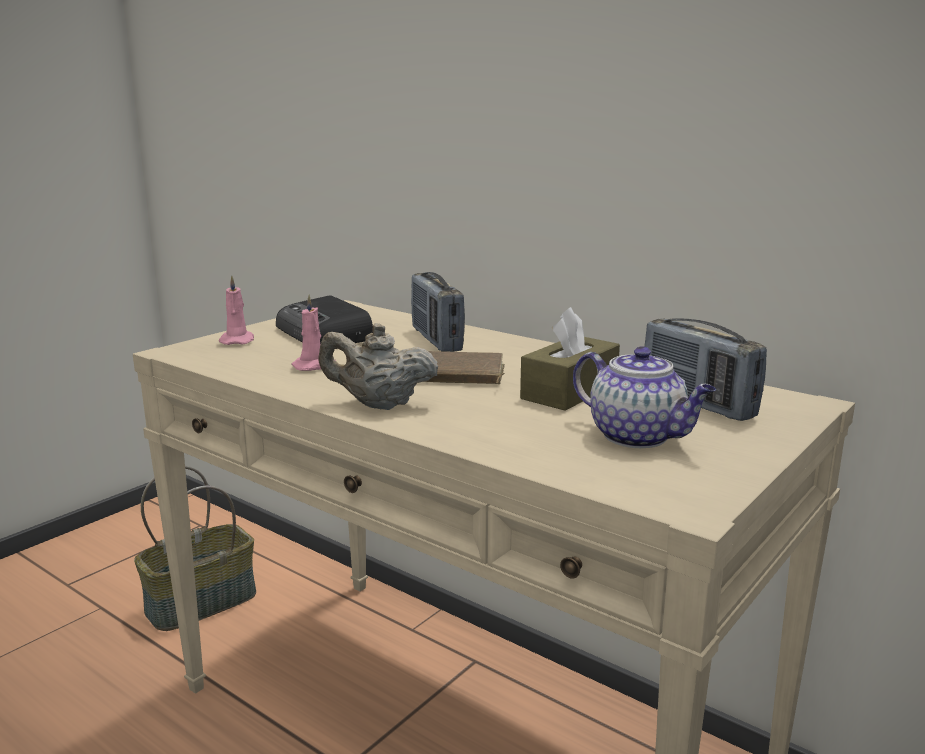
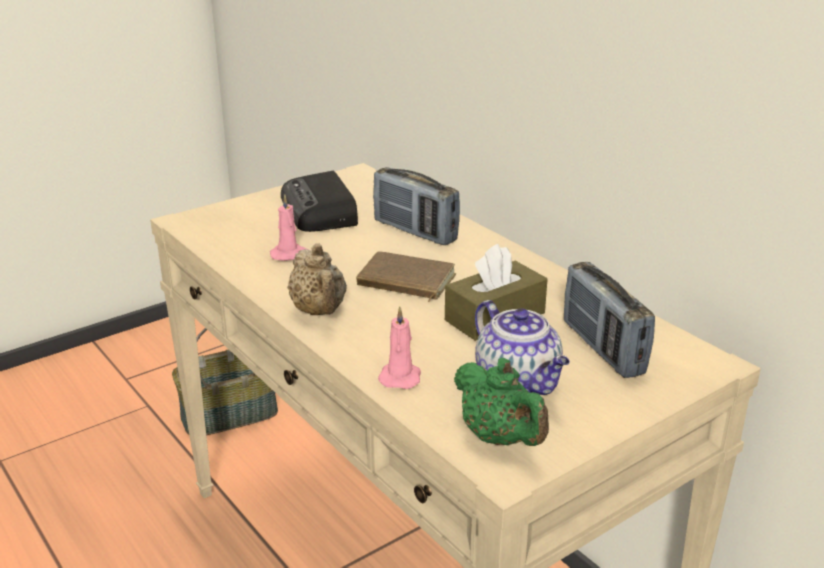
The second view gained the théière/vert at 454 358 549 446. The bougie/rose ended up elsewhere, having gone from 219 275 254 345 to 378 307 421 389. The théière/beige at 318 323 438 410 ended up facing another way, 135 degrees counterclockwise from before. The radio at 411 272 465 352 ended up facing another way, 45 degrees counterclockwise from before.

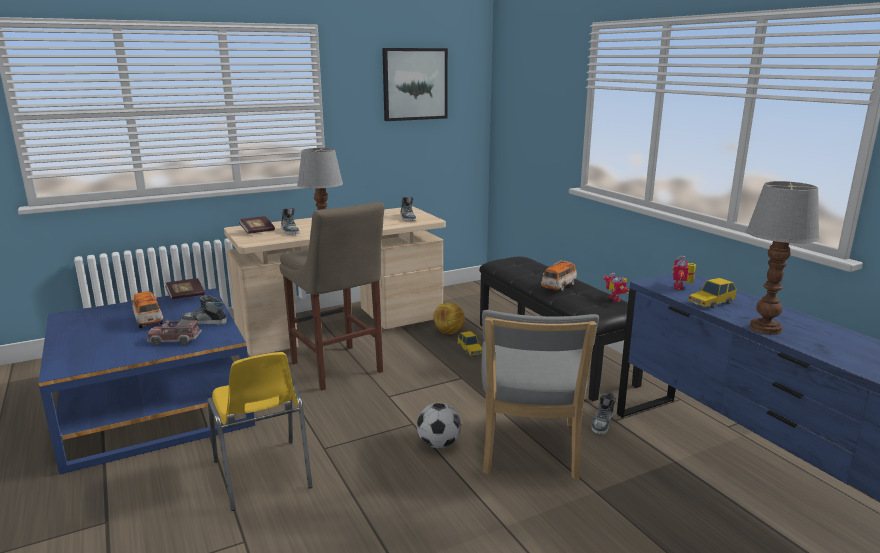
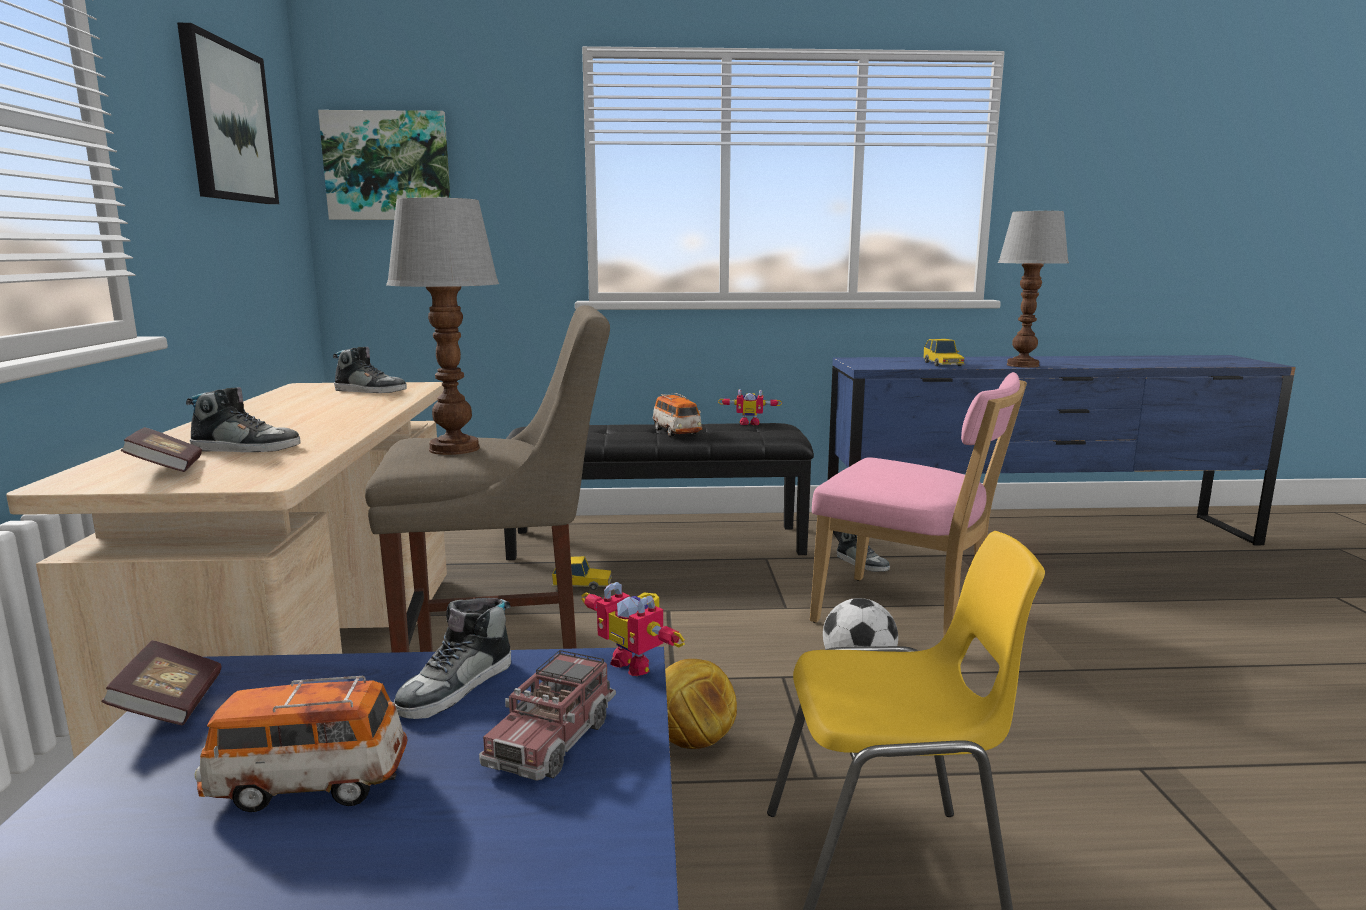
The second view gained the tableau at 318 110 450 220. The ballon de foot ended up elsewhere, having gone from 434 303 465 334 to 665 659 737 749. The robot jouet ended up elsewhere, having gone from 673 256 696 290 to 581 582 685 676. What was the chaise/gris at 482 310 599 480 turned into the chaise/rose at 810 372 1027 637.

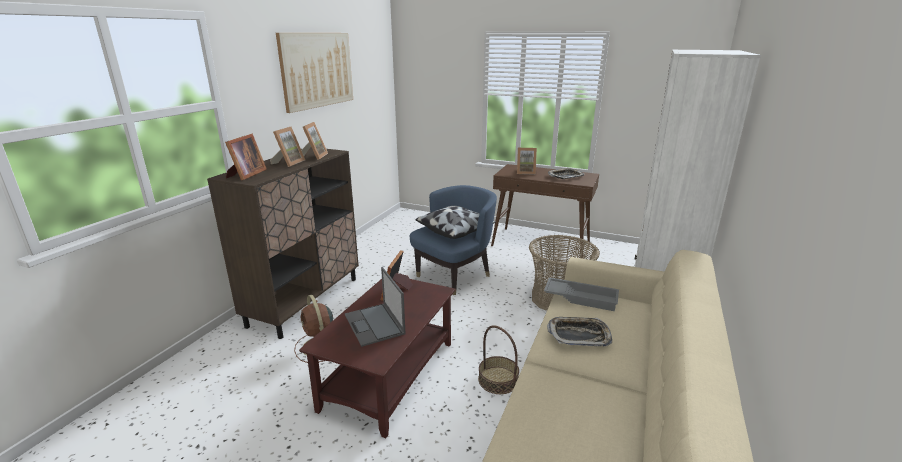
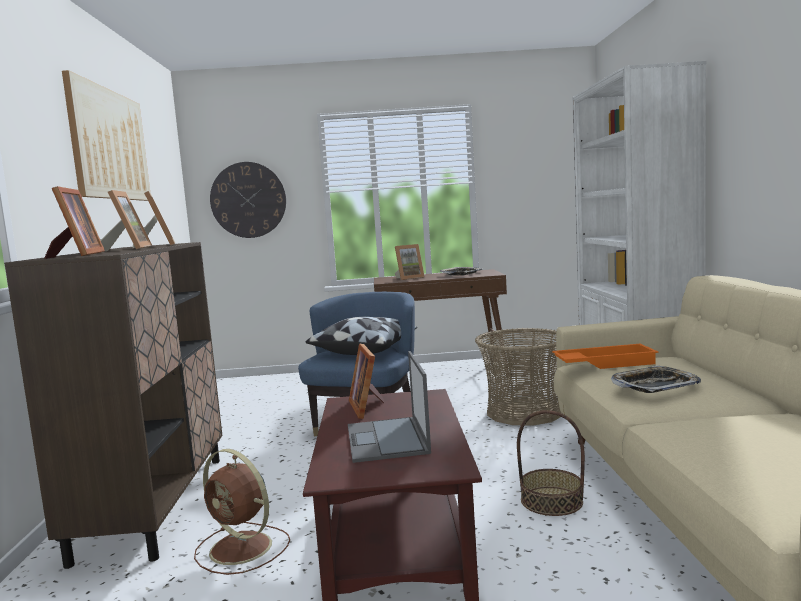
The second view gained the horloge murale at 210 162 286 238. What was the plateau/gris at 544 277 619 311 turned into the plateau/orange at 552 344 658 369. The ordinateur portable at 345 267 406 347 ended up facing another way, 45 degrees clockwise from before.

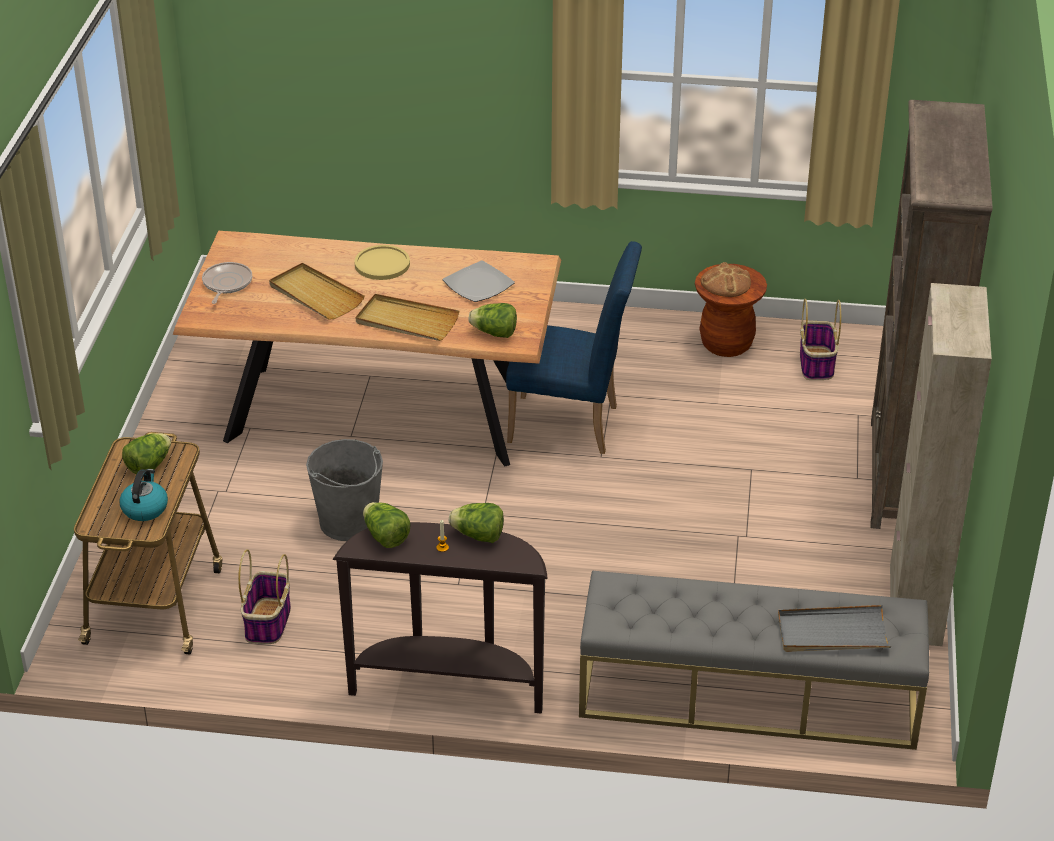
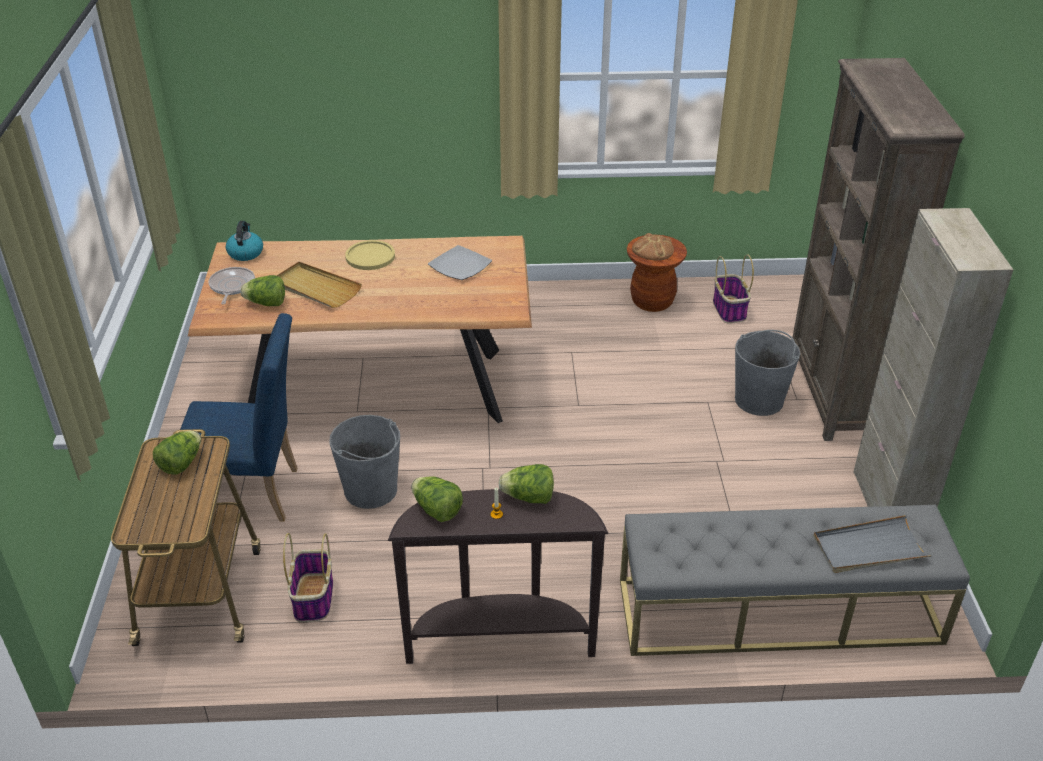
The second view lost the plateau/beige at 356 294 459 341. The second view gained the seau/gris at 735 330 800 416. The bouilloire ended up elsewhere, having gone from 119 469 168 521 to 226 221 263 261. The laitue ended up elsewhere, having gone from 469 303 517 338 to 240 275 285 306. The chaise/bleu ended up elsewhere, having gone from 506 241 642 454 to 179 313 297 522.

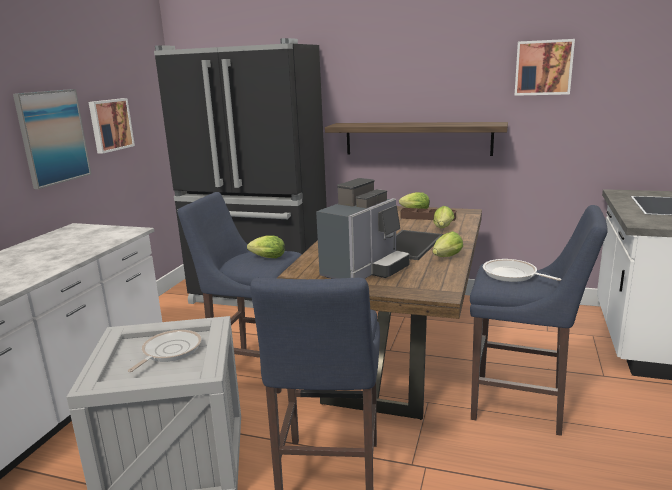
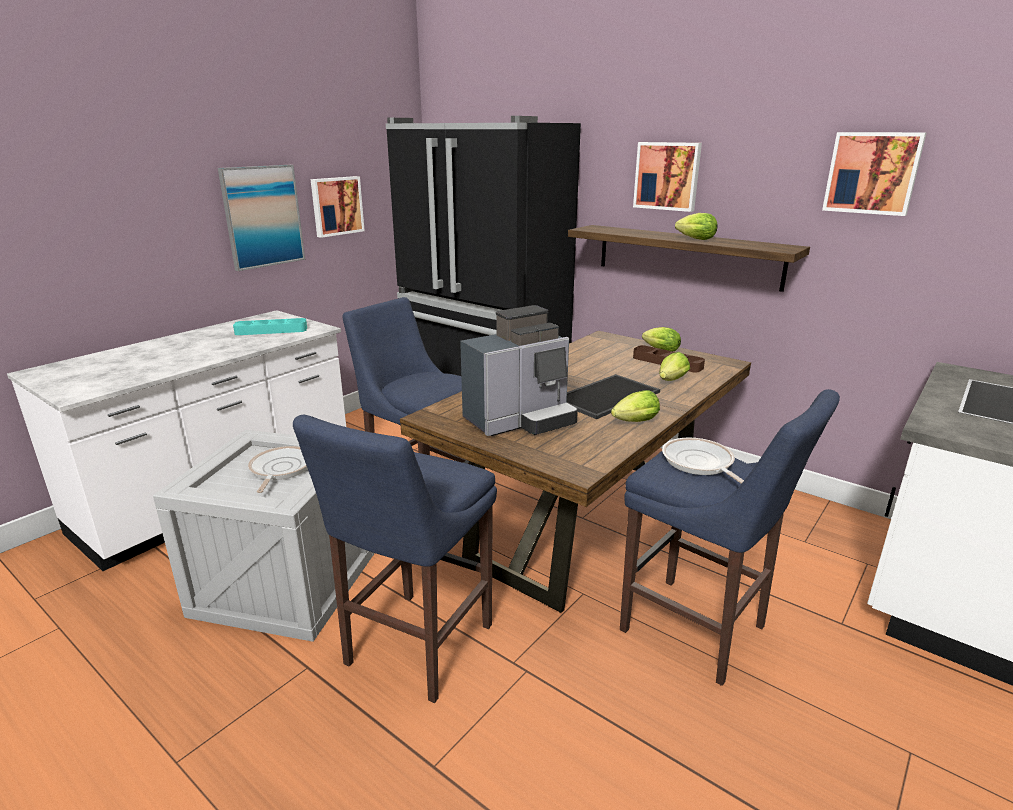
The second view gained the plateau/turquoise at 233 318 307 335. The second view gained the tableau at 633 142 702 212. The laitue ended up elsewhere, having gone from 247 235 285 258 to 675 213 718 240. The poêle at 128 330 201 372 ended up facing another way, 45 degrees counterclockwise from before.

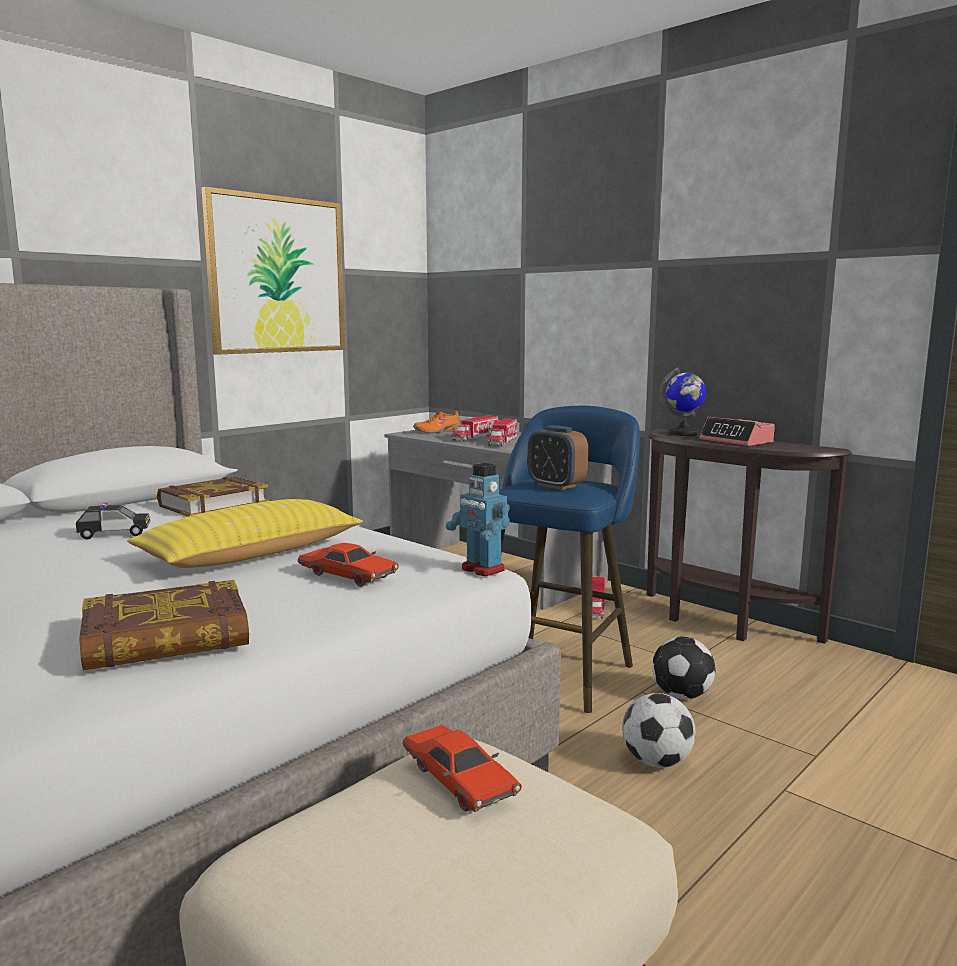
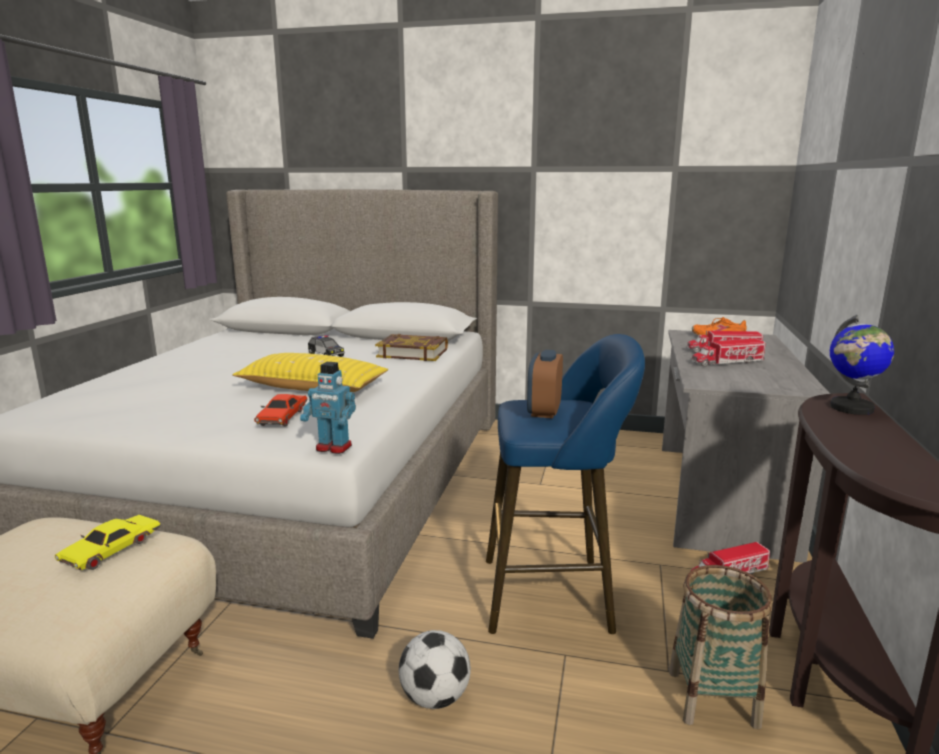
The second view lost the livre at 79 580 249 671. The second view lost the tableau at 201 187 345 355. The second view lost the ballon de foot at 652 636 715 699. The second view lost the réveil at 700 417 775 446. The second view gained the panier at 669 565 772 729. What was the petite voiture/rouge at 402 725 522 812 turned into the petite voiture/jaune at 55 515 161 570. The robot jouet at 446 463 510 576 ended up facing another way, 90 degrees counterclockwise from before.

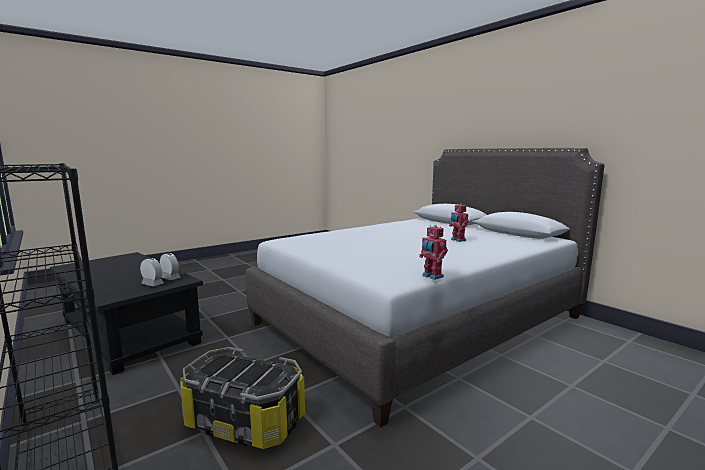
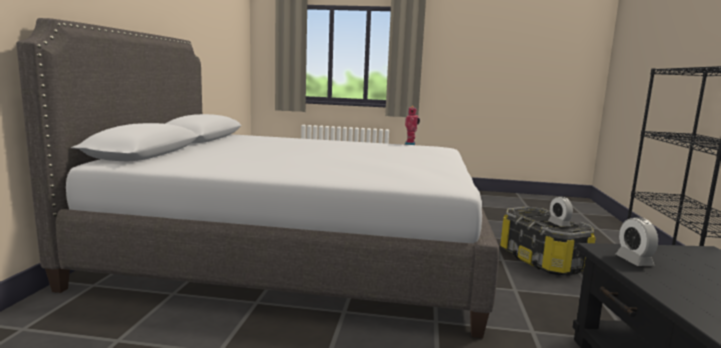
The second view lost the robot jouet at 449 203 469 242. The réveil ended up elsewhere, having gone from 140 258 164 286 to 548 196 573 227.

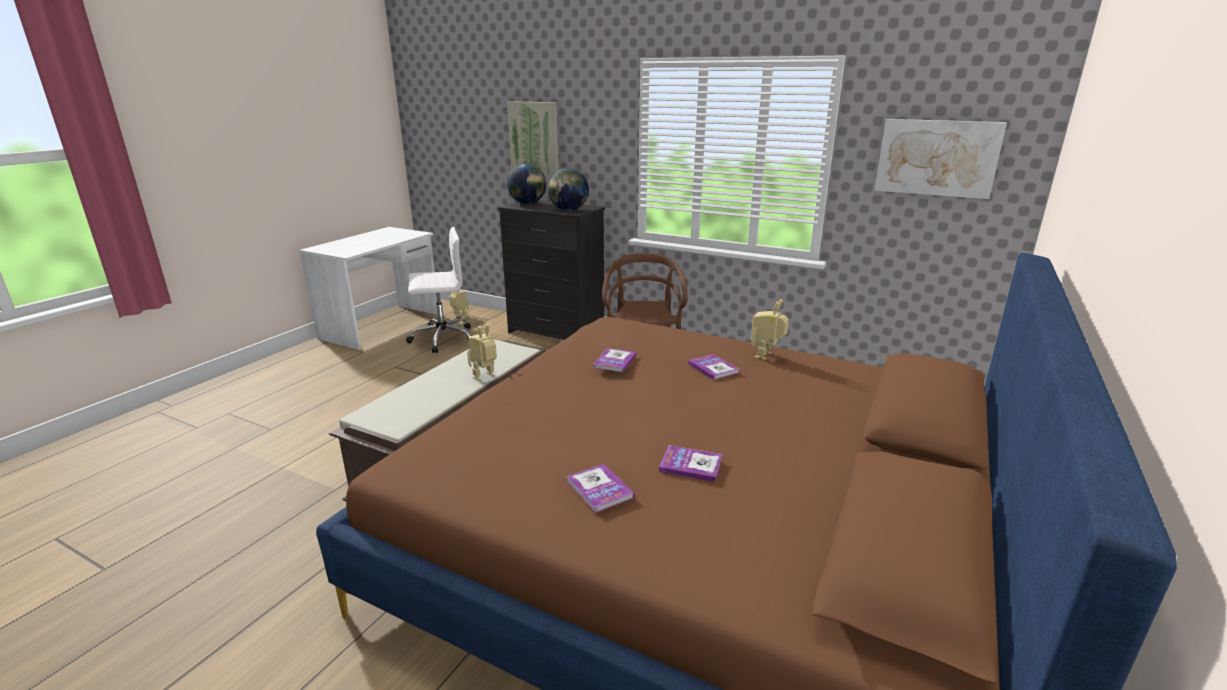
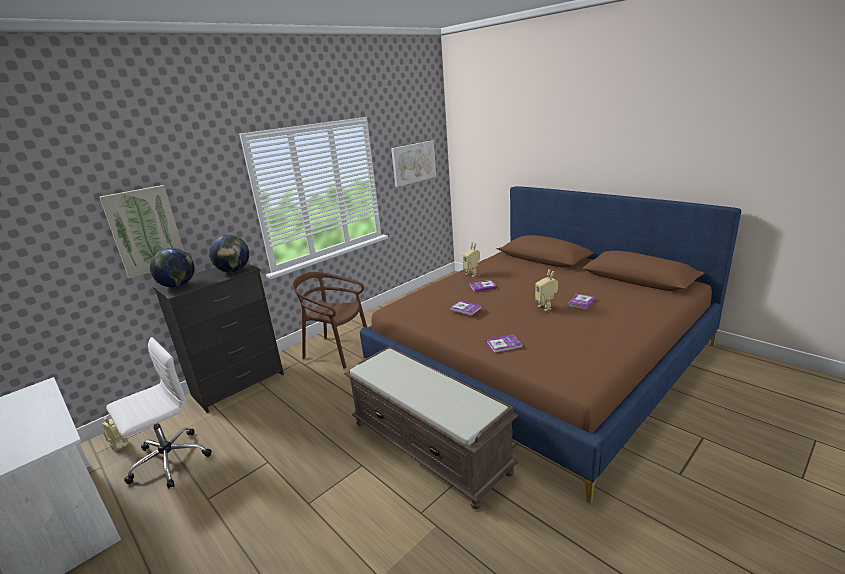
The robot jouet ended up elsewhere, having gone from 467 324 497 381 to 535 269 558 311. The livre ended up elsewhere, having gone from 567 464 635 513 to 486 334 523 353. The chaise de bureau/blanc at 406 227 471 353 ended up facing another way, 45 degrees clockwise from before.

